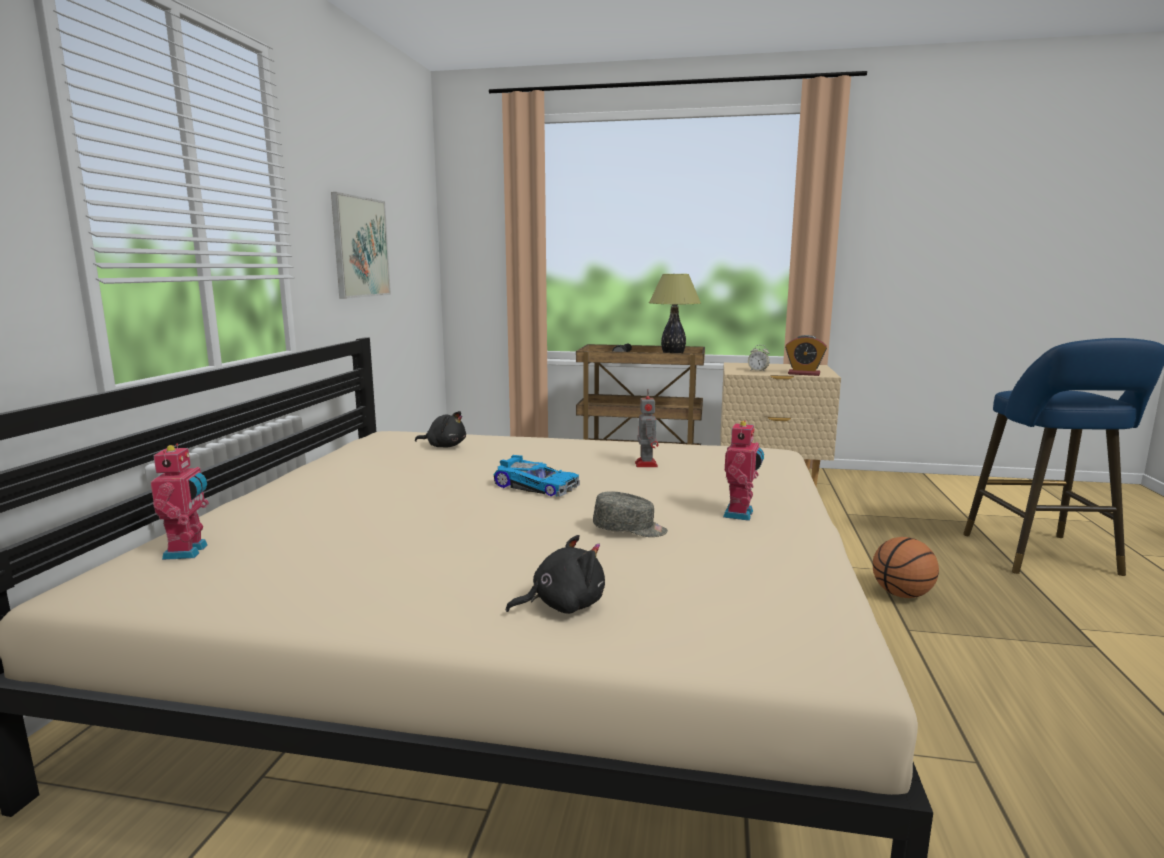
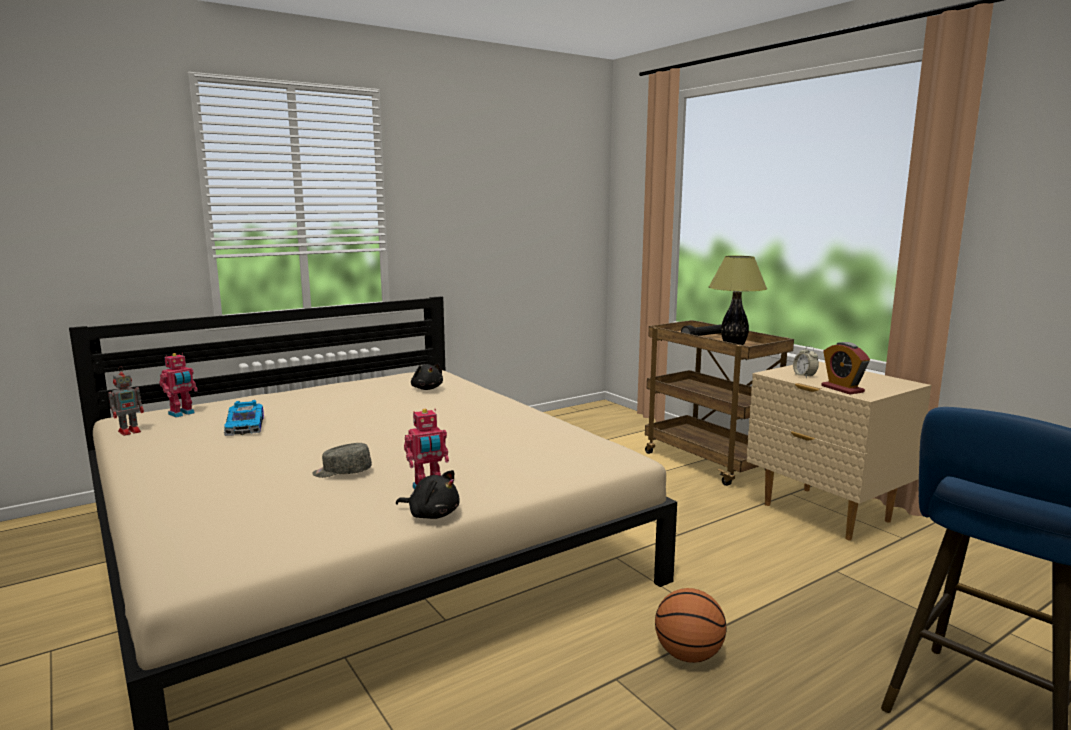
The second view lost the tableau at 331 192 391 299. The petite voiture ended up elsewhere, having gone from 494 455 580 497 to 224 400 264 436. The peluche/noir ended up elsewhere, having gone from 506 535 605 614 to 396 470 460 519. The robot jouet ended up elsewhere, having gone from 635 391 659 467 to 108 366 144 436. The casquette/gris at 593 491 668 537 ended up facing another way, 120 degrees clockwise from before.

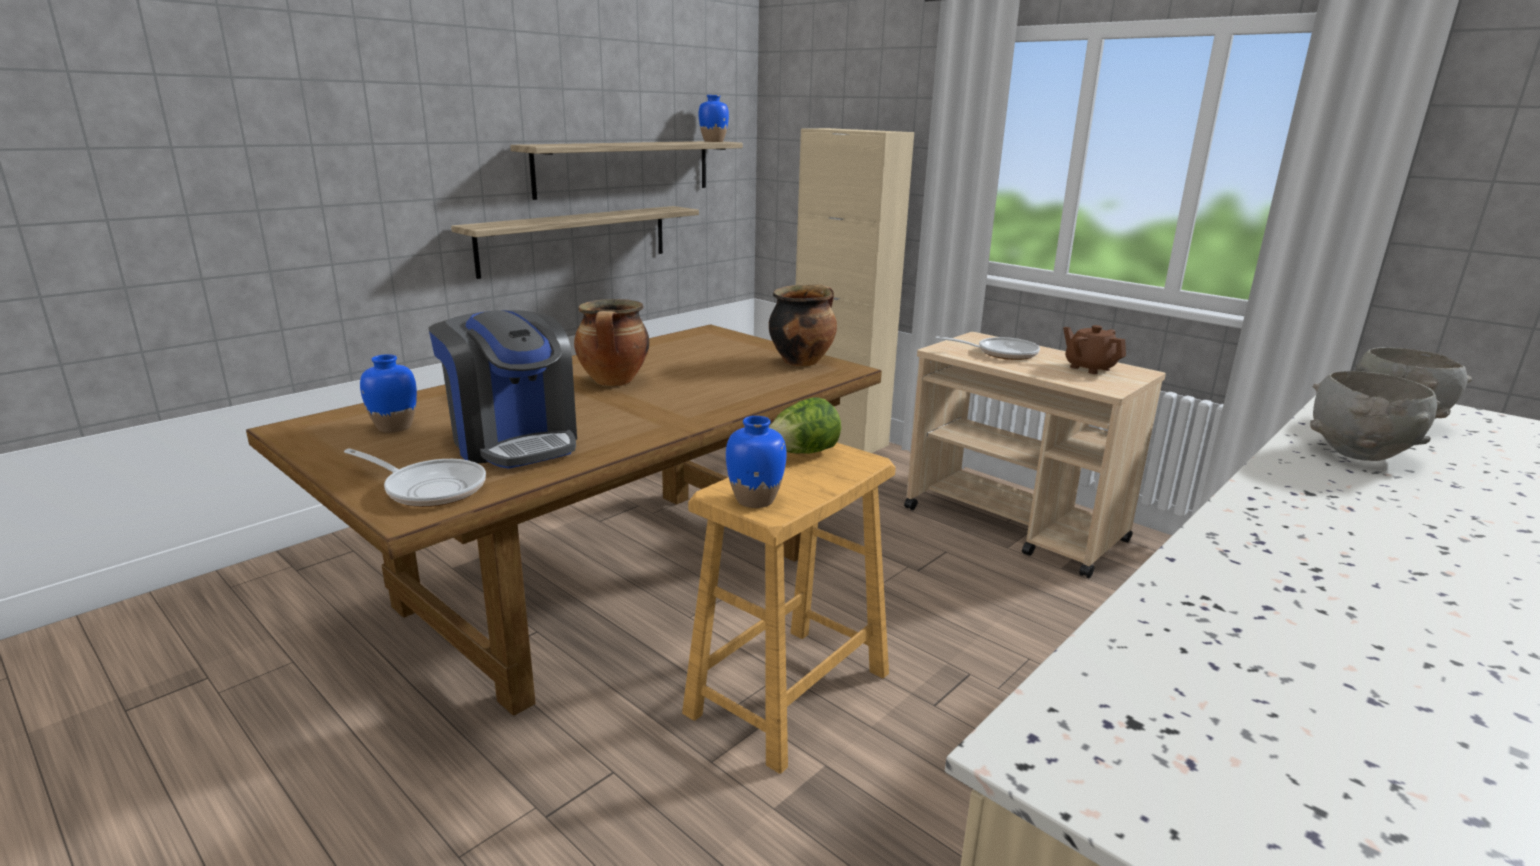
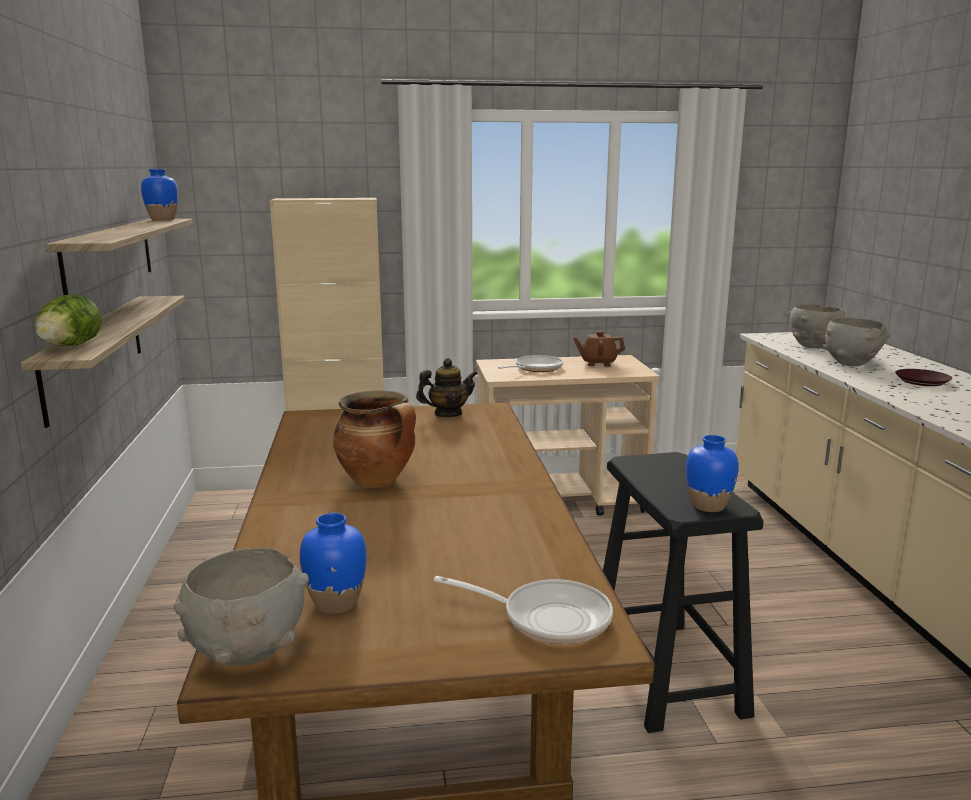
The second view lost the machine à café at 429 310 577 469. The second view gained the bol/gris at 174 548 309 666. The second view gained the assiette/marron at 895 369 952 386. The laitue ended up elsewhere, having gone from 769 398 841 454 to 35 294 102 346. Where the marmite stood at 769 284 837 367, the théière came to stand at 416 358 478 417. What was the tabouret/beige at 682 443 896 774 turned into the tabouret/noir at 603 452 764 733. The poêle at 344 448 486 507 ended up facing another way, 45 degrees clockwise from before.

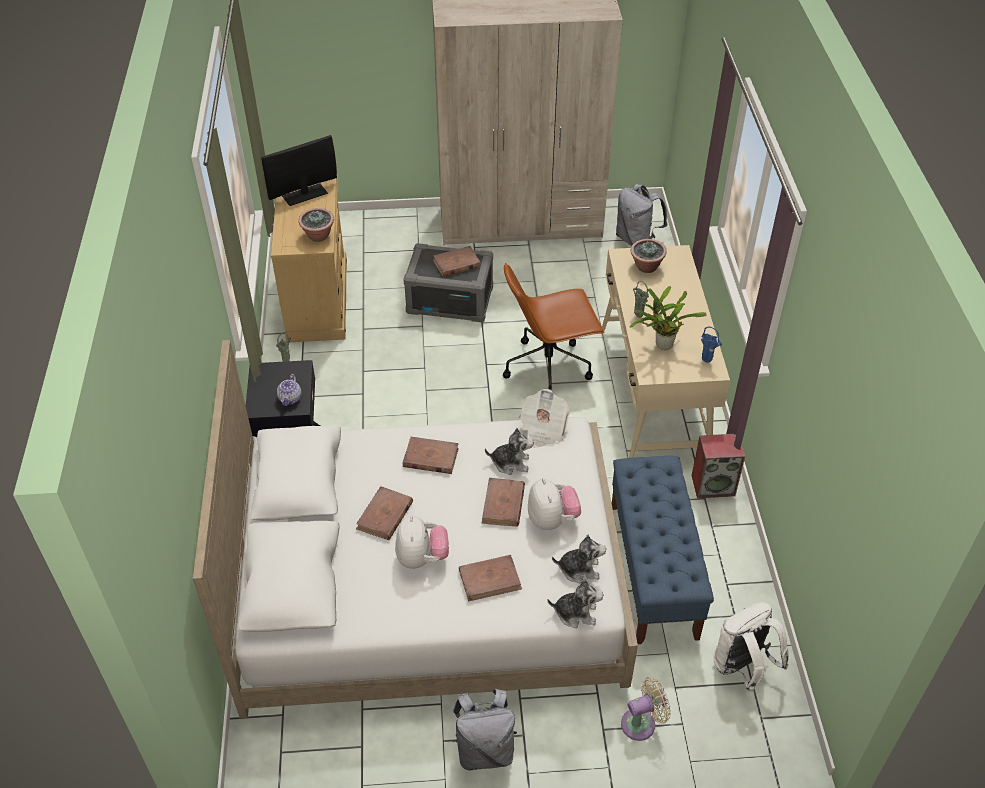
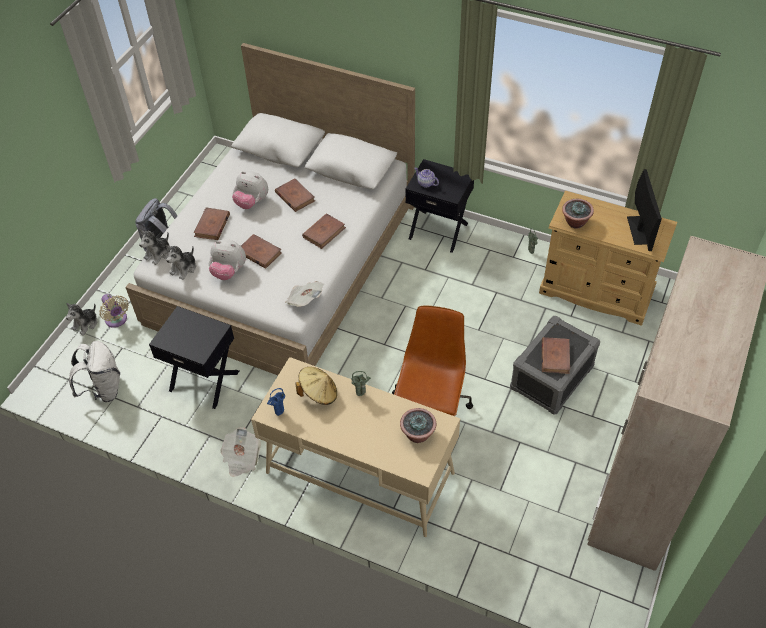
The second view lost the sac à dos/gris at 616 184 667 246. The peluche ended up elsewhere, having gone from 485 428 534 475 to 66 303 97 335. Where the banc/bleu stood at 612 456 714 644, the table de chevet/noir came to stand at 149 306 239 409. Where the plante en pot stood at 630 286 707 350, the chapeau/beige came to stand at 295 367 337 405. Where the enceinte stood at 691 434 745 498, the journal came to stand at 220 427 261 477. The ventilateur/beige at 621 677 671 741 ended up facing another way, 45 degrees counterclockwise from before.

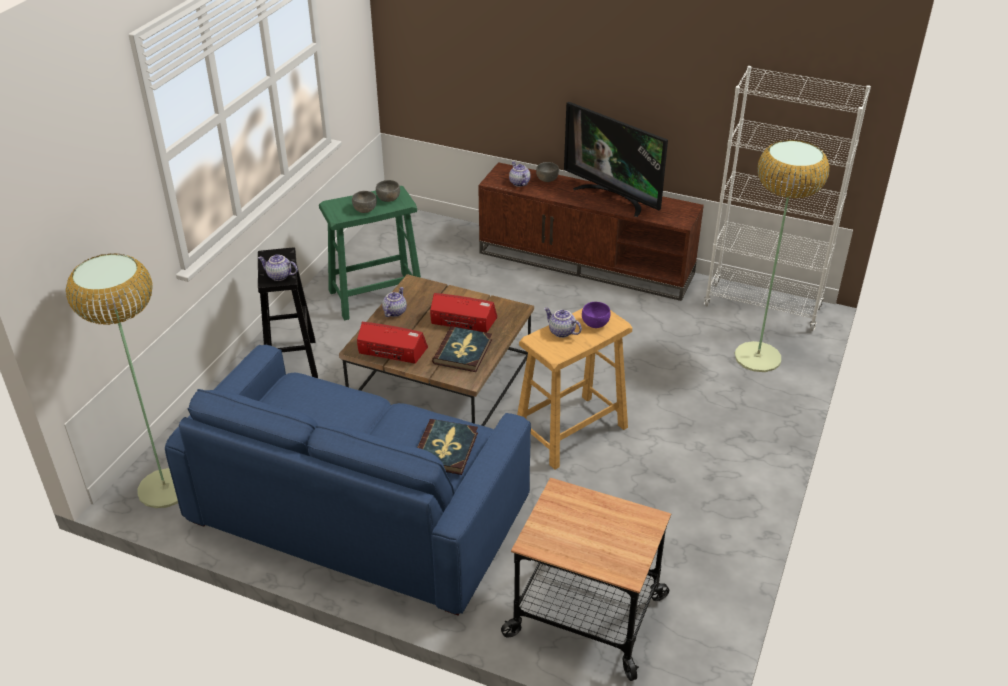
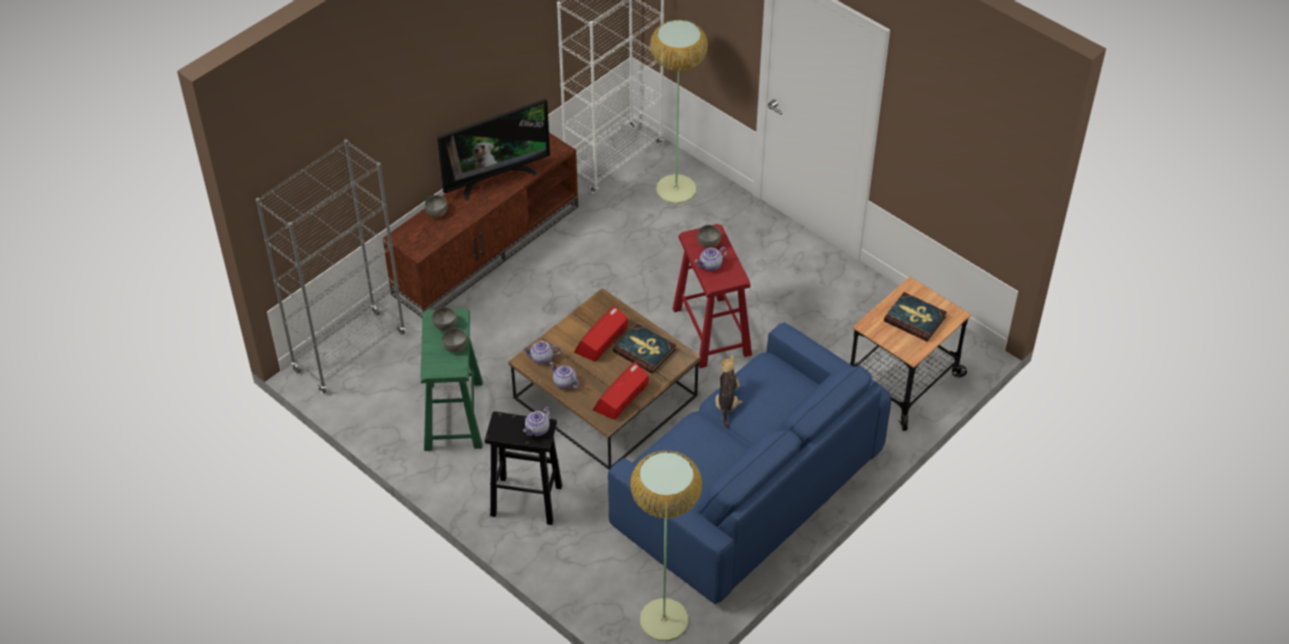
The second view gained the bibliothèque/gris at 256 139 406 393. The second view gained the peluche at 716 355 743 428. The livre ended up elsewhere, having gone from 417 419 478 475 to 884 292 947 342. The théière ended up elsewhere, having gone from 509 161 530 187 to 522 341 561 364. What was the tabouret/beige at 517 308 632 470 turned into the tabouret/rouge at 673 224 752 368. What was the bol/violet at 582 302 611 328 turned into the bol/gris at 697 225 721 248.

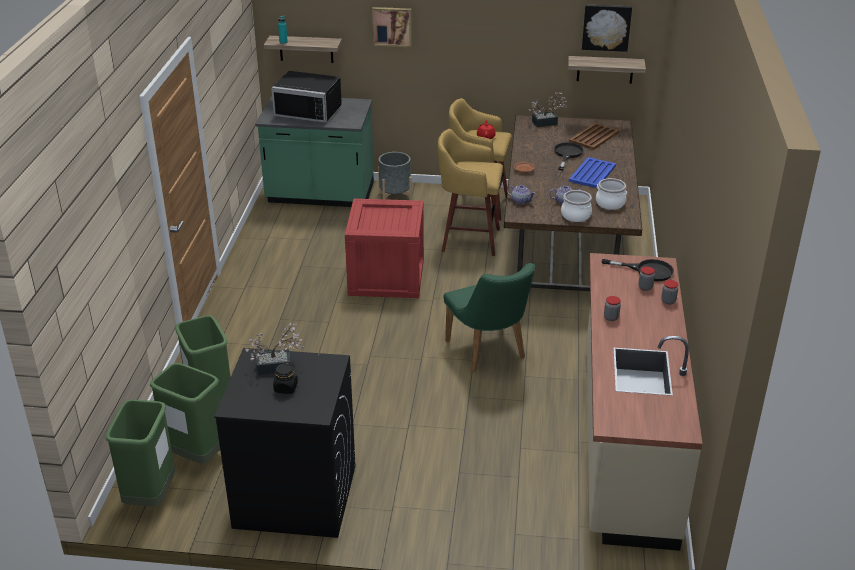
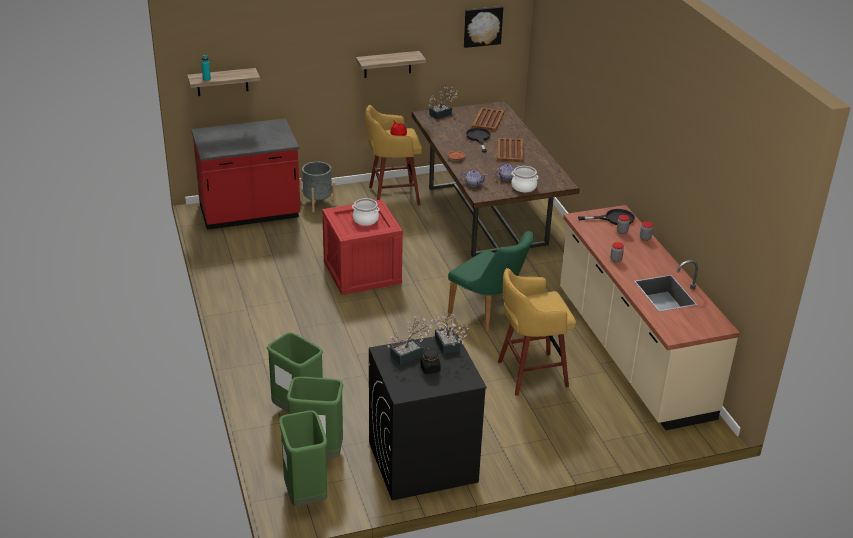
The second view lost the micro-ondes/noir at 271 71 342 123. The second view lost the tableau at 372 7 412 47. The second view gained the plante en pot at 431 311 470 354. The tabouret/jaune ended up elsewhere, having gone from 438 129 503 256 to 498 268 576 396. The étagère ended up elsewhere, having gone from 568 56 646 84 to 356 51 426 78. The marmite ended up elsewhere, having gone from 596 178 627 210 to 352 198 379 226. What was the comptoir de cuisine/vert at 256 96 374 207 turned into the comptoir de cuisine/rouge at 191 118 300 230. What was the plateau/bleu at 569 157 616 188 turned into the plateau/marron at 497 138 523 162.

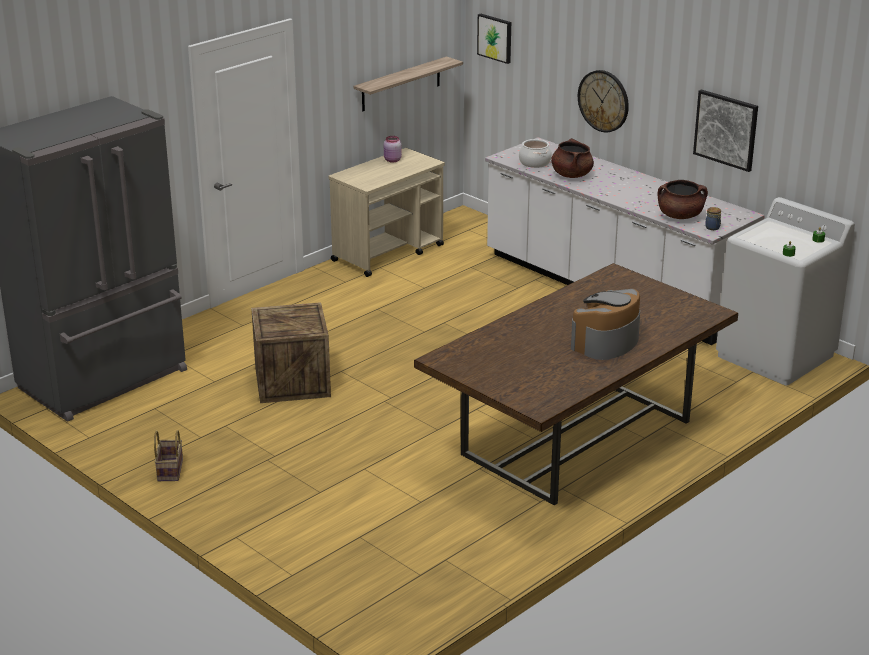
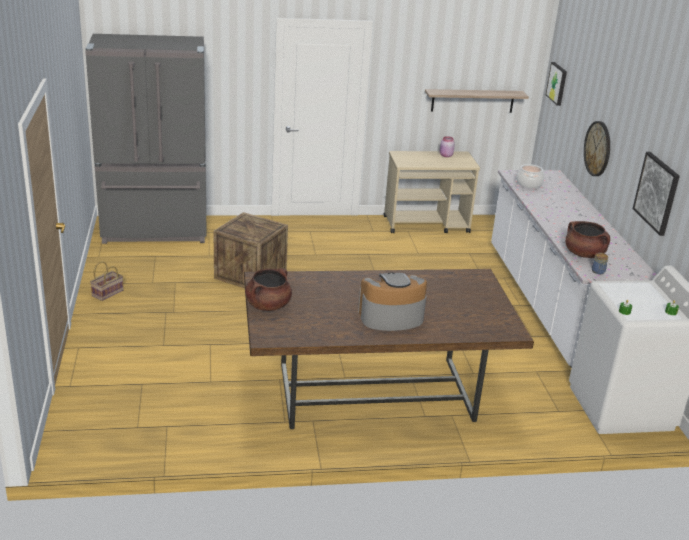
The marmite/marron ended up elsewhere, having gone from 551 138 594 178 to 245 268 292 311.

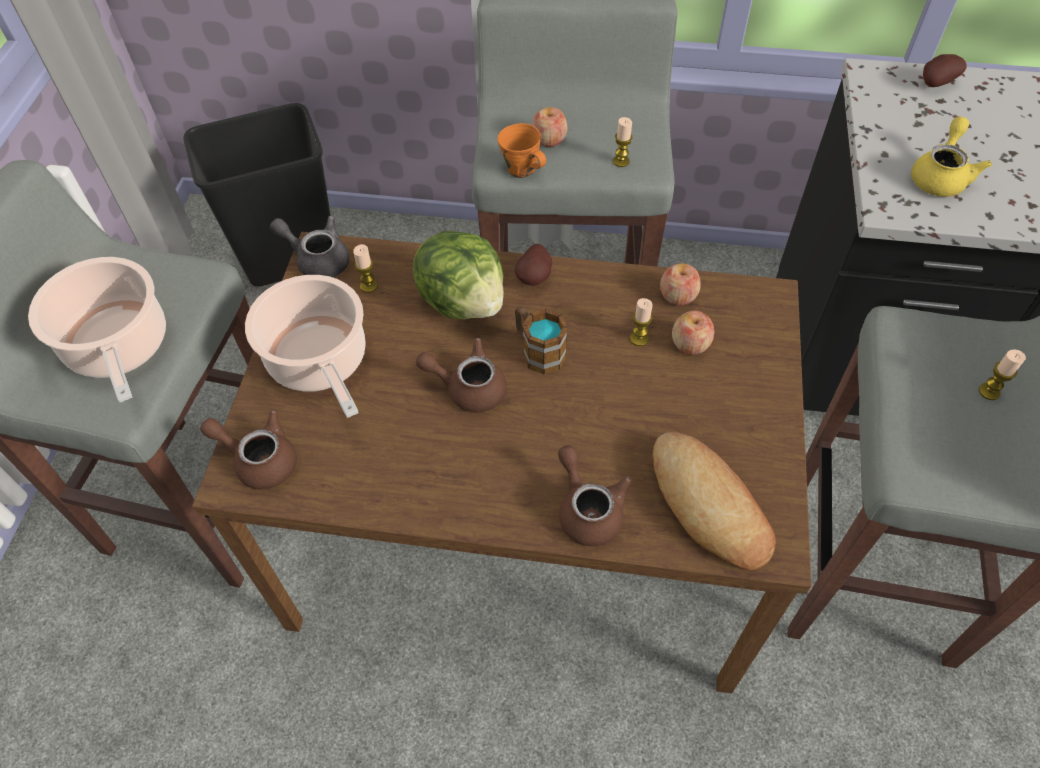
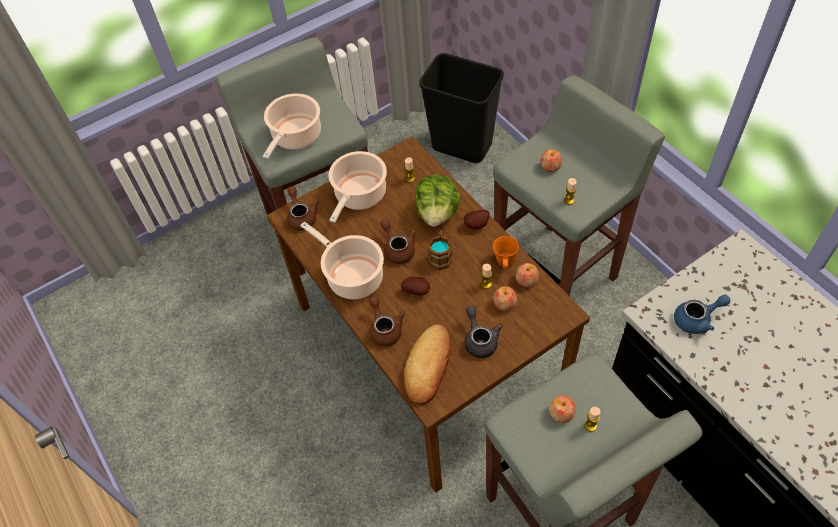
The second view gained the marmite at 300 222 384 299. The second view gained the pomme at 549 395 576 423. The théière/gris ended up elsewhere, having gone from 270 216 349 277 to 465 306 503 358. The mug/orange ended up elsewhere, having gone from 497 123 546 178 to 493 236 519 269. The pomme de terre ended up elsewhere, having gone from 923 54 967 87 to 401 276 430 295. What was the théière/jaune at 911 116 992 197 turned into the théière/bleu at 674 295 731 334. The théière/marron at 558 445 631 546 ended up facing another way, 45 degrees counterclockwise from before.

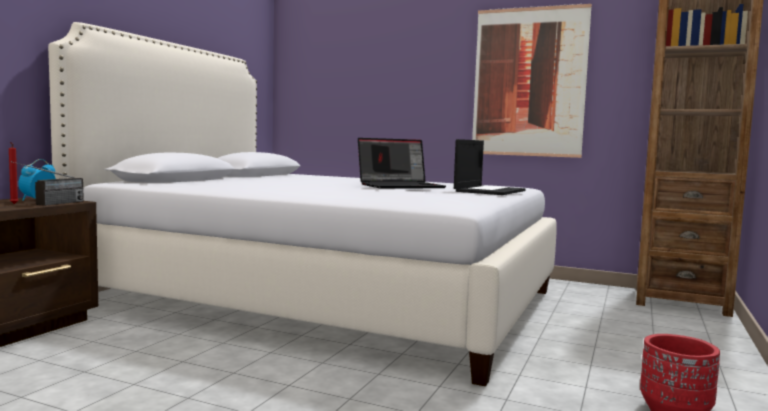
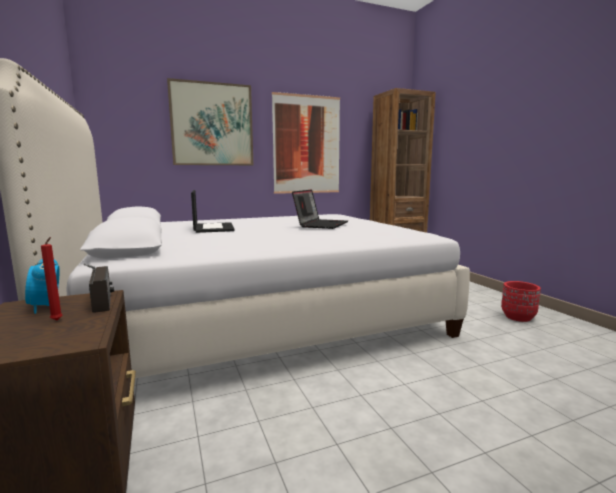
The second view gained the tableau at 167 78 253 165. The ordinateur portable ended up elsewhere, having gone from 454 139 526 195 to 191 190 235 233.

